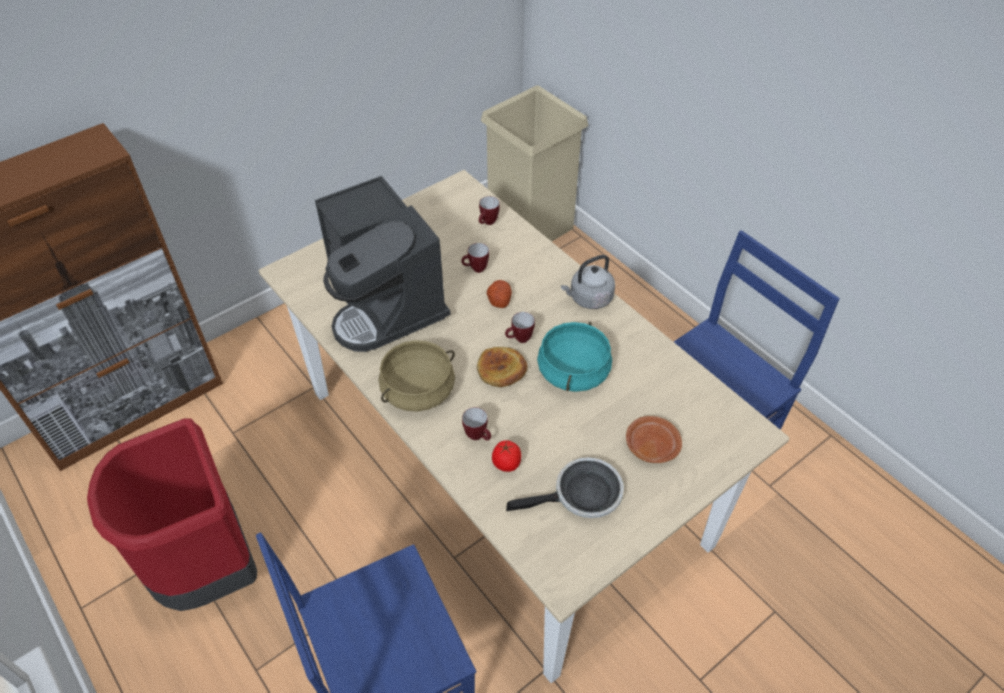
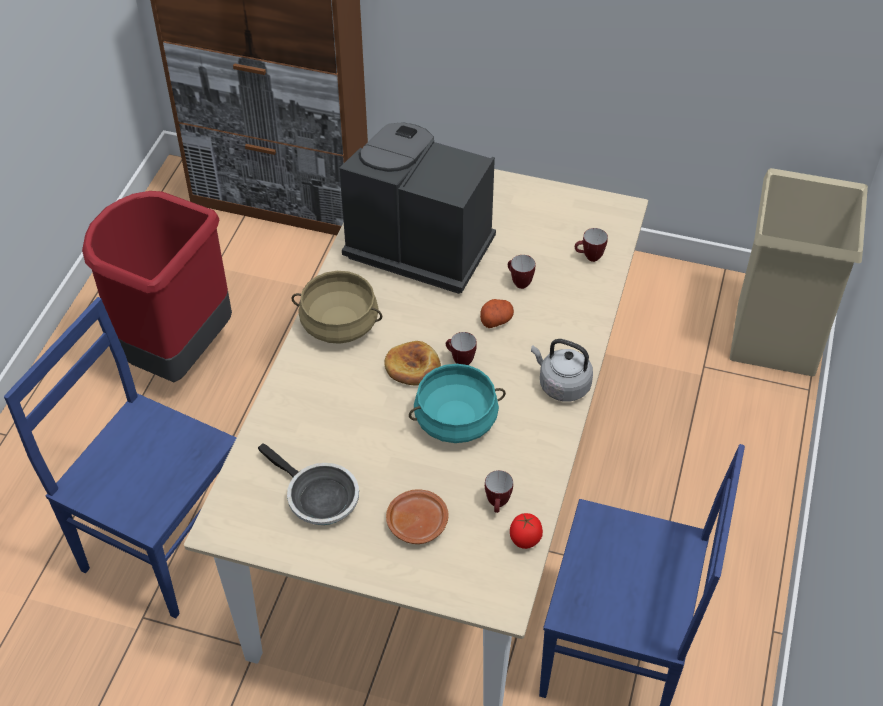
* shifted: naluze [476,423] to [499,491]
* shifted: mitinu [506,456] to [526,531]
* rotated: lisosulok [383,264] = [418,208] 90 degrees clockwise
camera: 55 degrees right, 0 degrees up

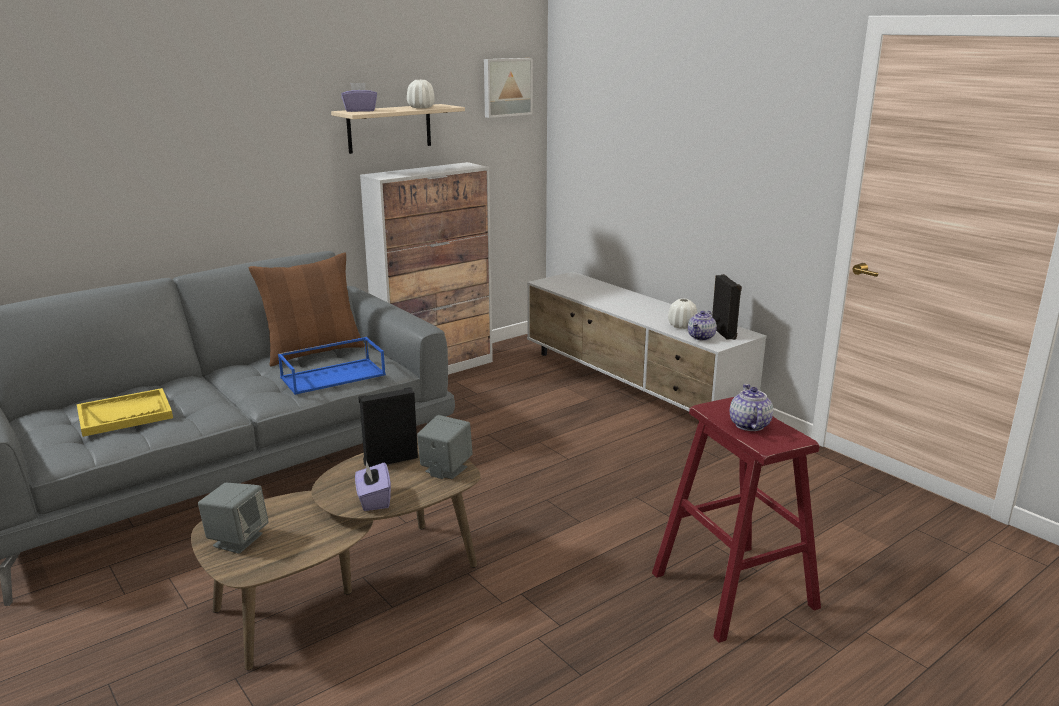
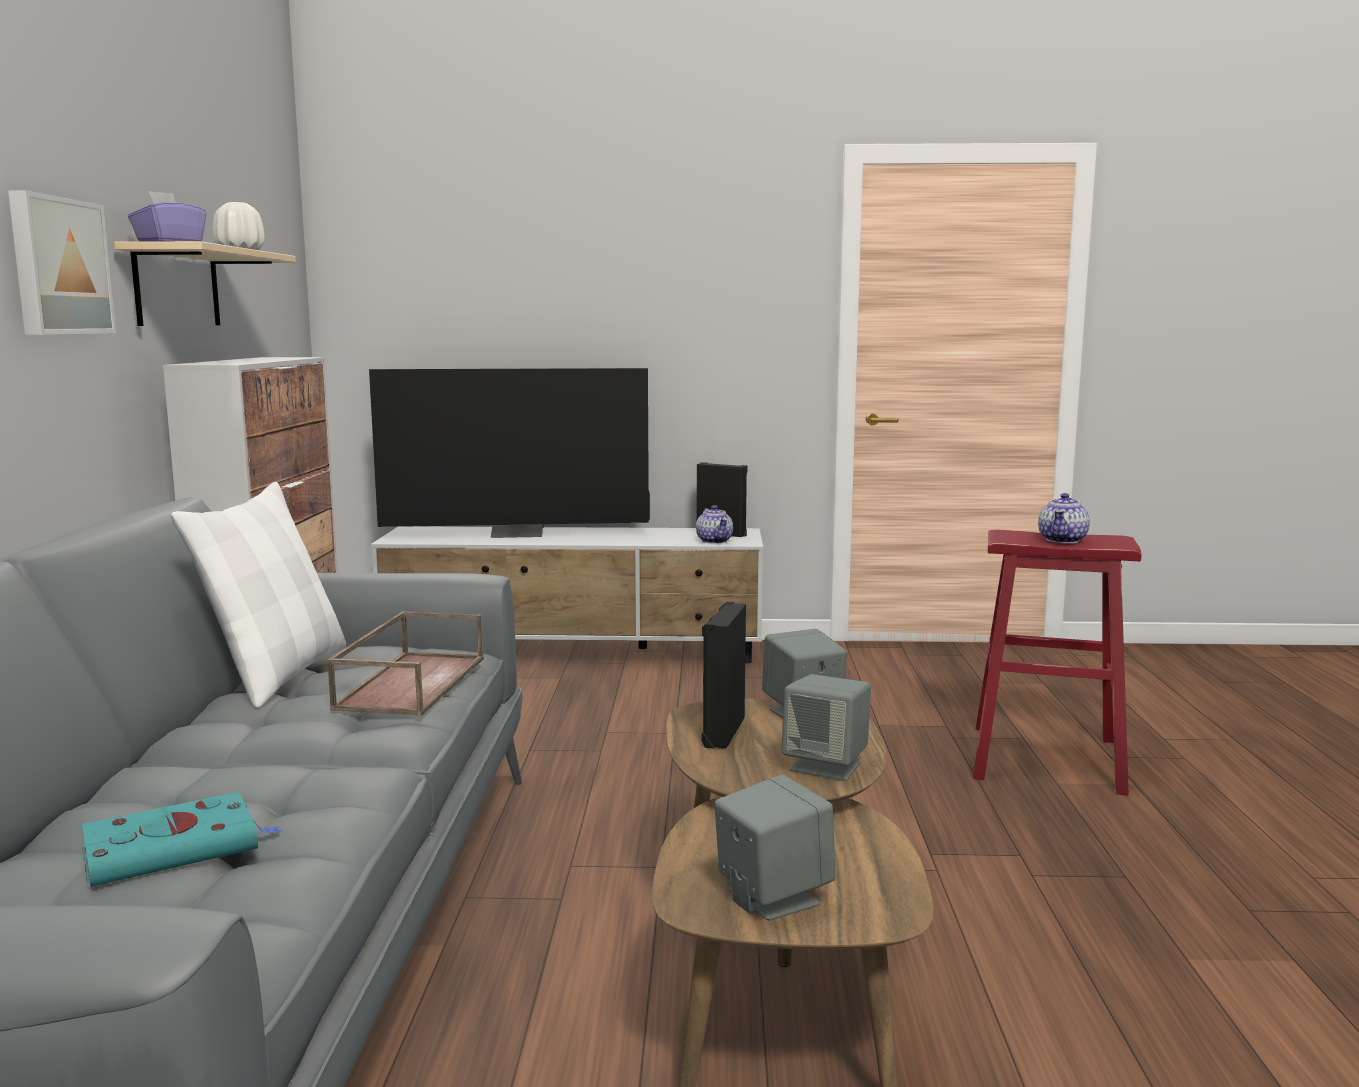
* gone: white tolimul [682,314]
* new: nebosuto [509,453]
* shifted: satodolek [508,88] to [62,263]
* swapped: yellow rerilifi [125,412] to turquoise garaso [182,839]
* swapped: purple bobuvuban [373,486] to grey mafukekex [826,727]
* repainted: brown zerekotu [306,309] to white zerekotu [258,595]
* repainted: blue rerilifi [332,366] to brown rerilifi [405,663]
* rotated: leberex [751,407] = [1064,518] 105 degrees counterclockwise
camera: 50 degrees left, 10 degrees down

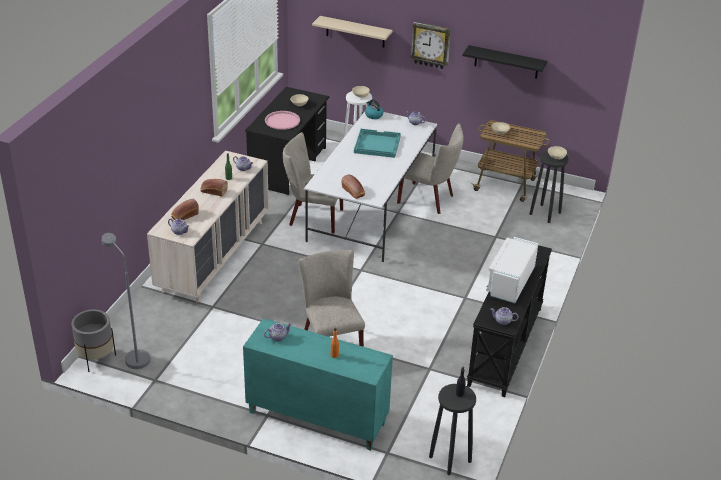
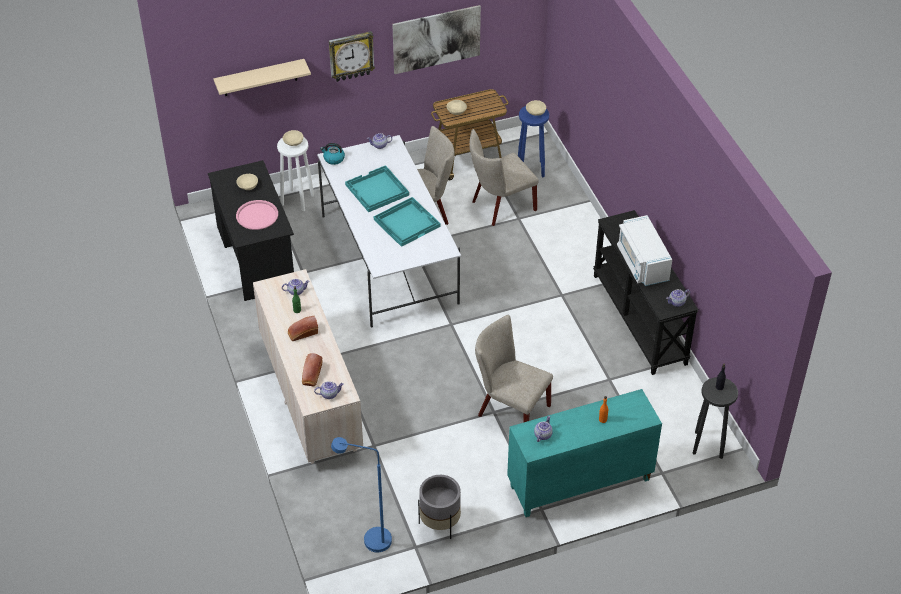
* gone: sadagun [353,186]
* new: turquoise rerilifi [407,222]
* shifted: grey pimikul [93,340] to [439,507]
* shifted: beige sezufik [313,182] to [504,177]
* swapped: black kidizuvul [505,62] to satodolek [436,39]
* repainted: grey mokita [126,301] to blue mokita [361,494]
* repainted: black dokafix [549,186] to blue dokafix [533,141]
camera: 40 degrees left, 10 degrees up

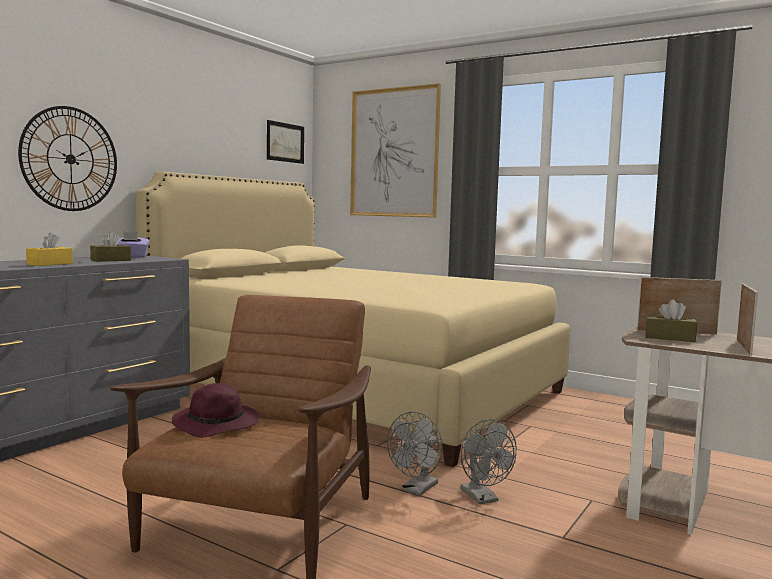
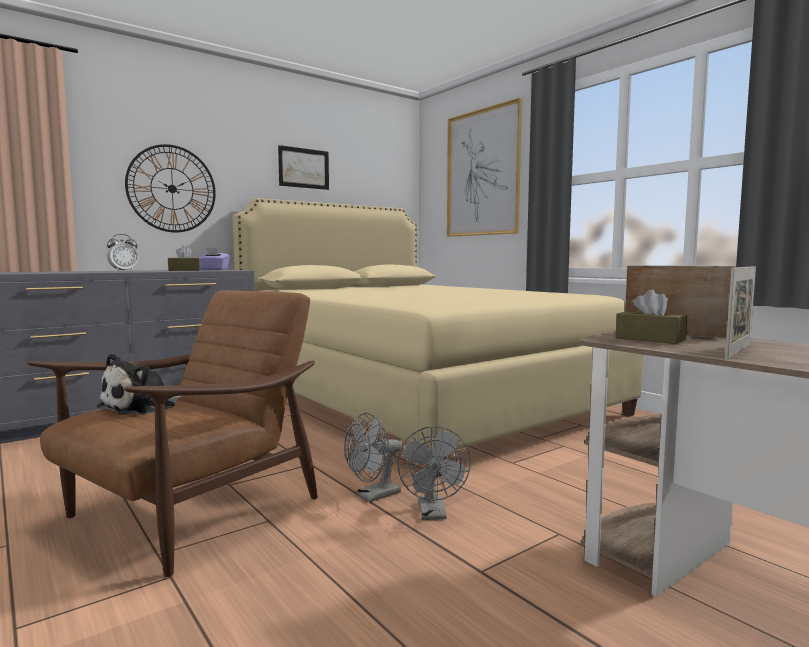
* shifted: satodolek [285,142] to [303,167]
* swapped: yellow bobuvuban [49,249] to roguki [123,253]
* swapped: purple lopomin [215,410] to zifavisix [139,384]
camera: 20 degrees right, 0 degrees up

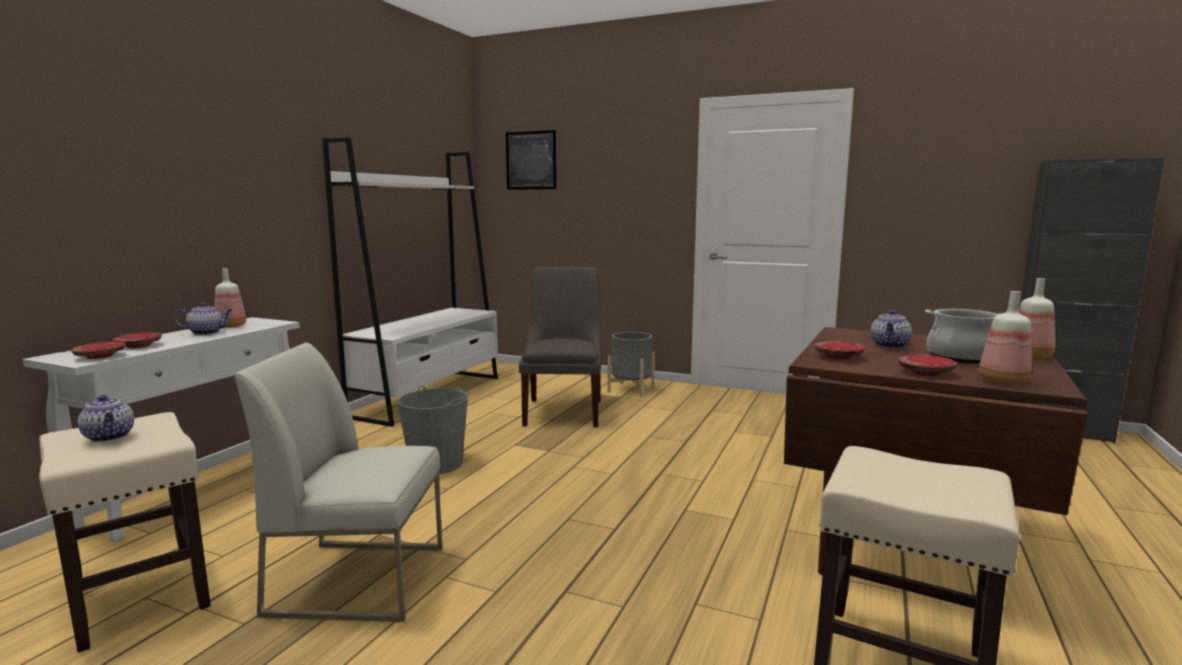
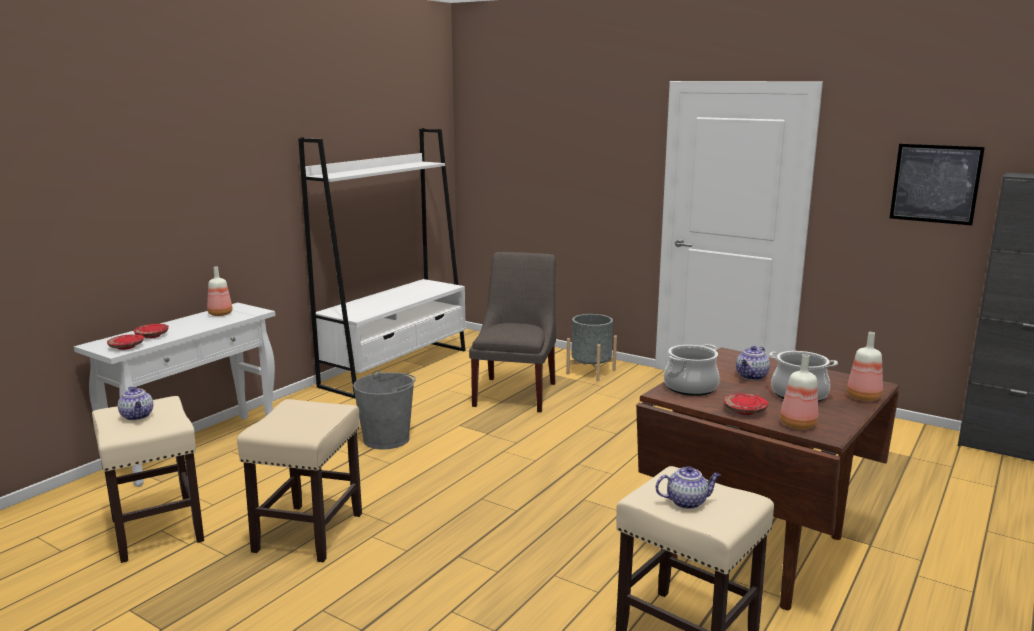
* shifted: leberex [203,319] to [688,487]
* shifted: satodolek [531,160] to [937,185]
* swapped: white sezufik [338,482] to beige dokafix [299,480]
* swapped: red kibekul [839,350] to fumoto [692,370]
camera: 10 degrees right, 5 degrees up

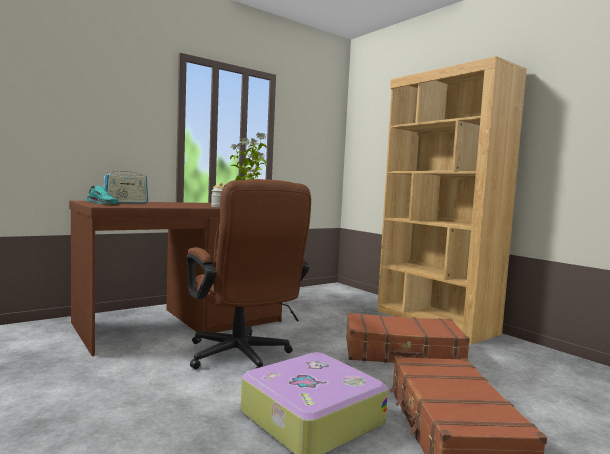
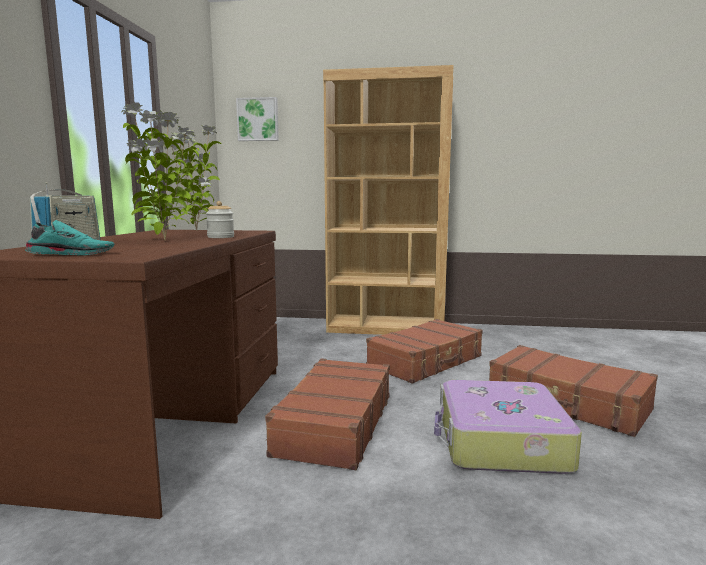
* new: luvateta [160,171]
* new: satodolek [257,119]
* swapped: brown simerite [249,274] to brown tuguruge [327,414]
camera: 45 degrees left, 5 degrees up

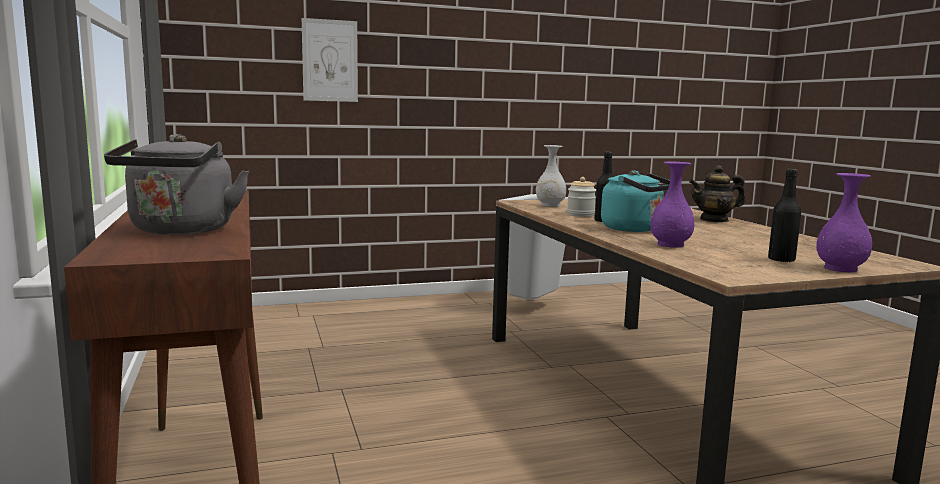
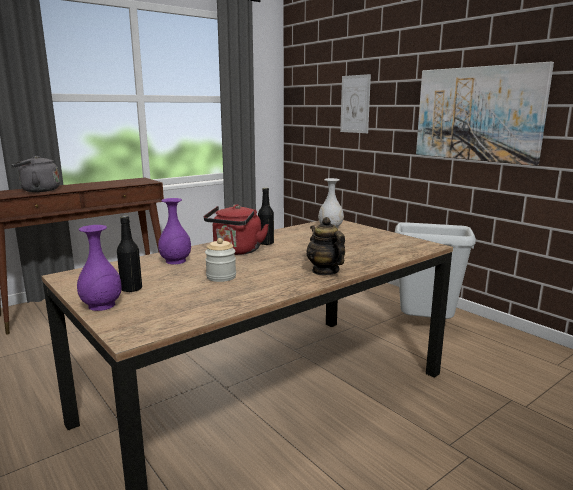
* new: satodolek [485,114]
* shifted: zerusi [581,197] to [220,260]
* repainted: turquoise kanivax [635,201] to red kanivax [236,230]
camera: 70 degrees right, 5 degrees up

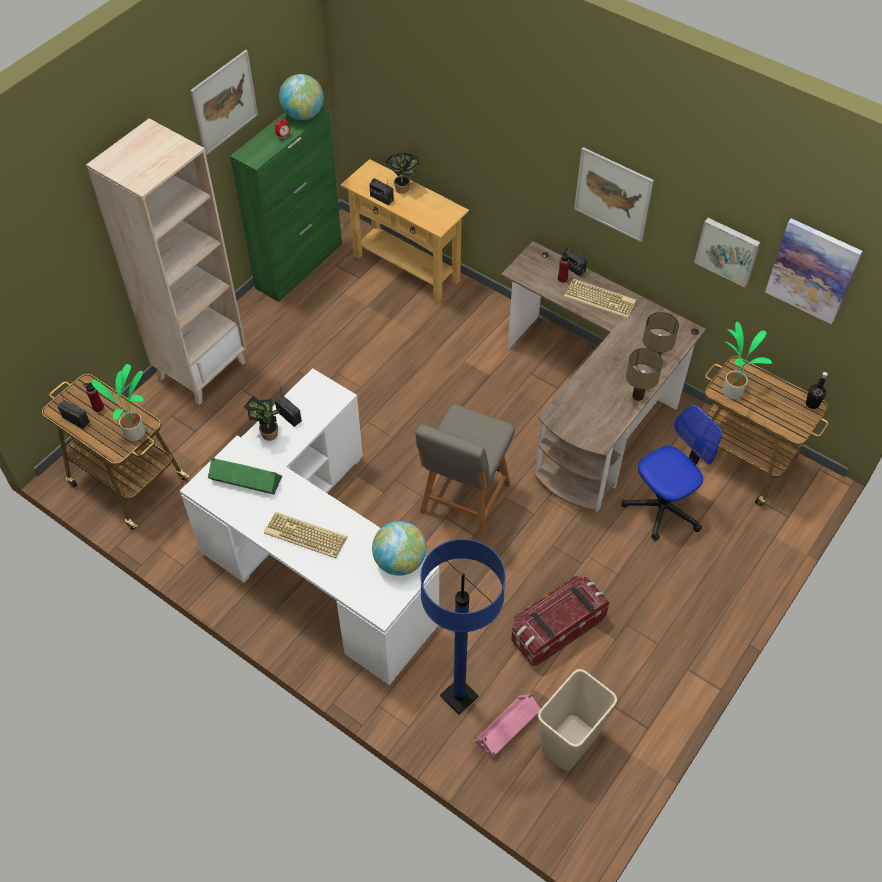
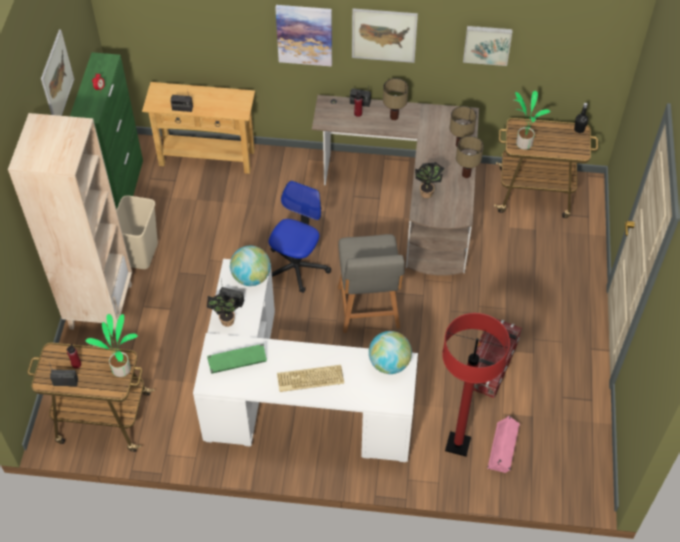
* shifted: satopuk [301,97] to [250,266]
* shifted: luvateta [402,173] to [430,180]
* shifted: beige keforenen [577,720] to [137,232]
* shifted: simerite [671,472] to [300,237]
* shifted: satodolek [814,271] to [303,36]
* swapped: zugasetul [600,298] to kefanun [395,99]
* repainted: blue mokita [463,626] to red mokita [476,385]
camera: 30 degrees left, 0 degrees up

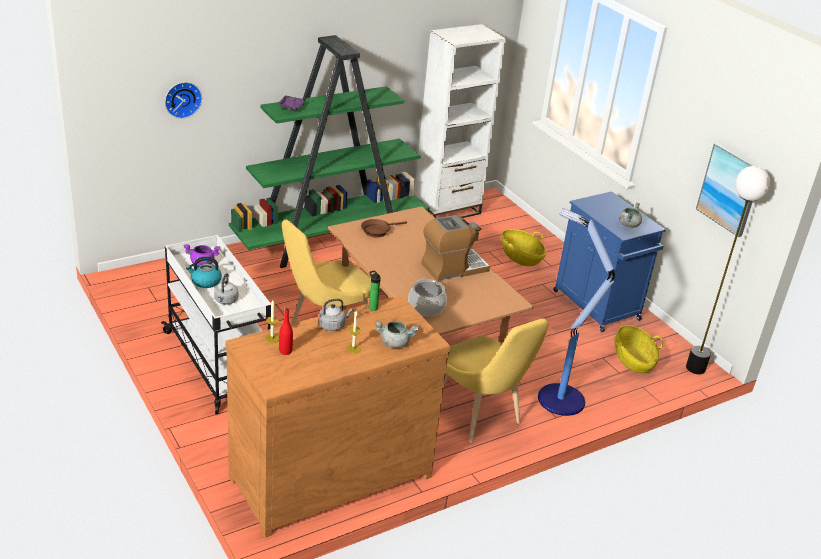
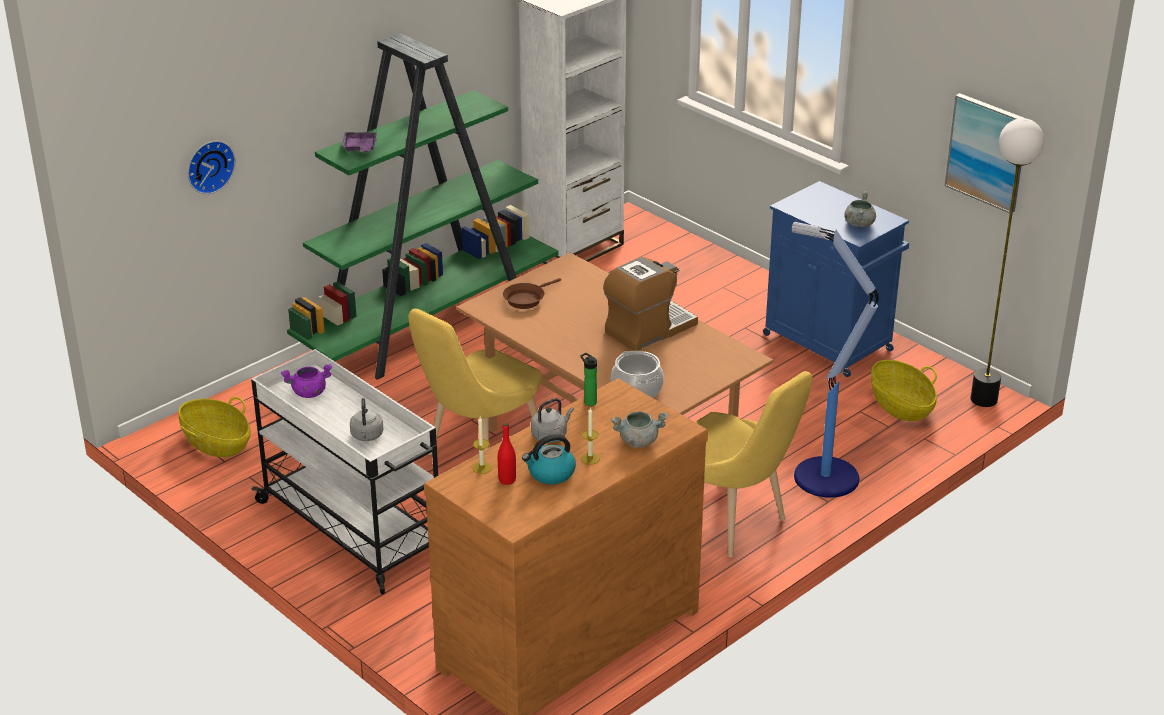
* shifted: kanivax [204,272] to [549,459]
* shifted: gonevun [523,247] to [215,427]
camera: 10 degrees left, 0 degrees up

